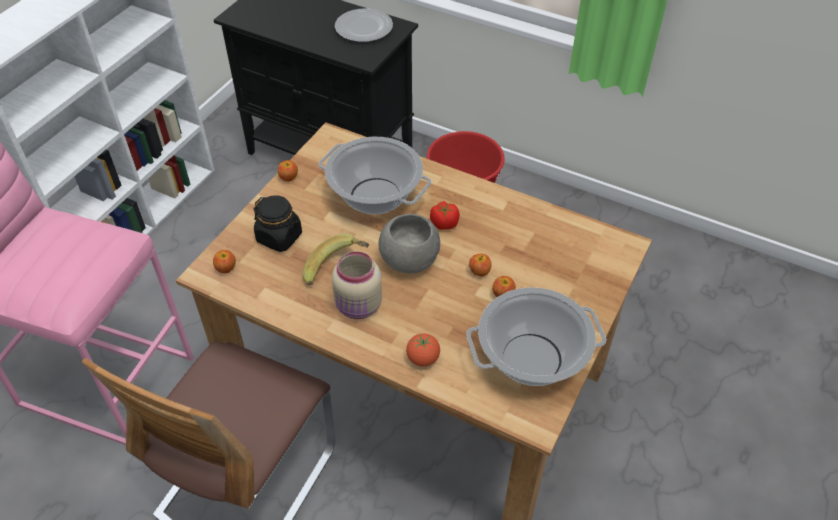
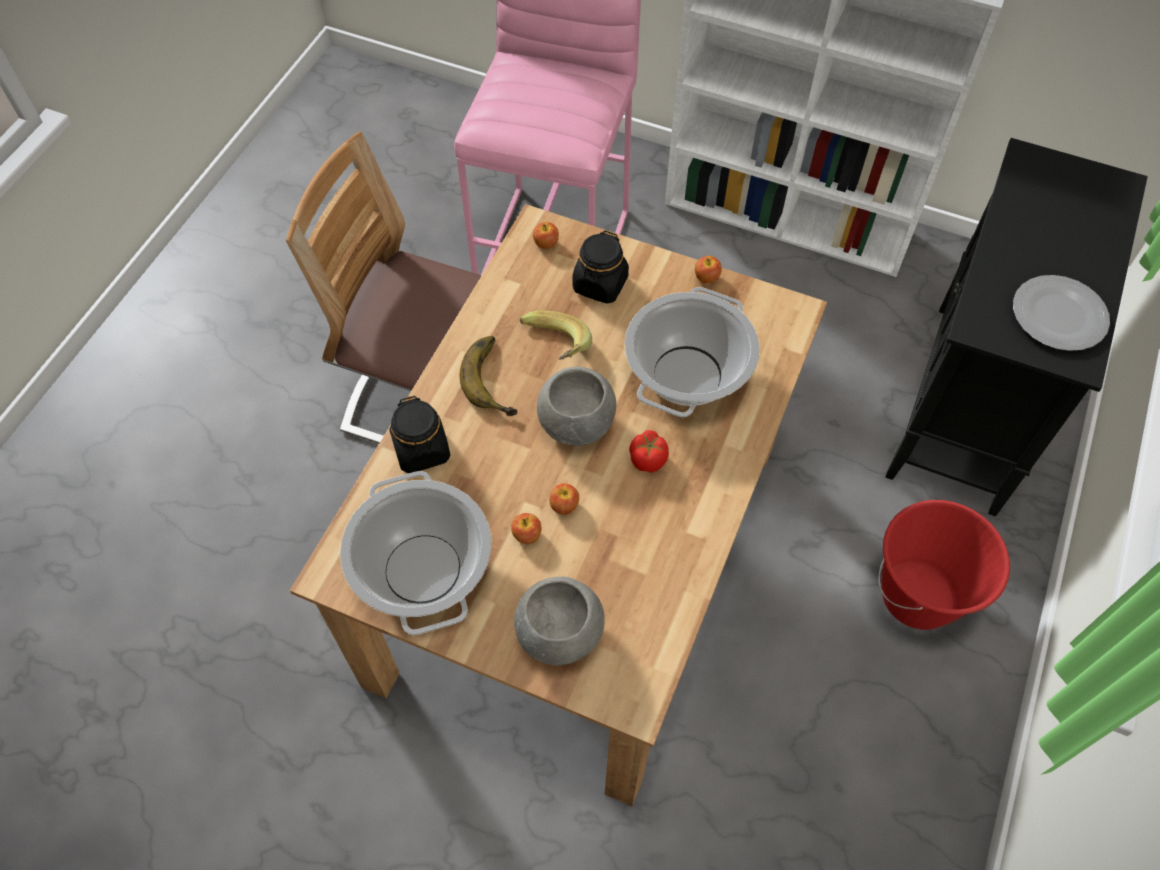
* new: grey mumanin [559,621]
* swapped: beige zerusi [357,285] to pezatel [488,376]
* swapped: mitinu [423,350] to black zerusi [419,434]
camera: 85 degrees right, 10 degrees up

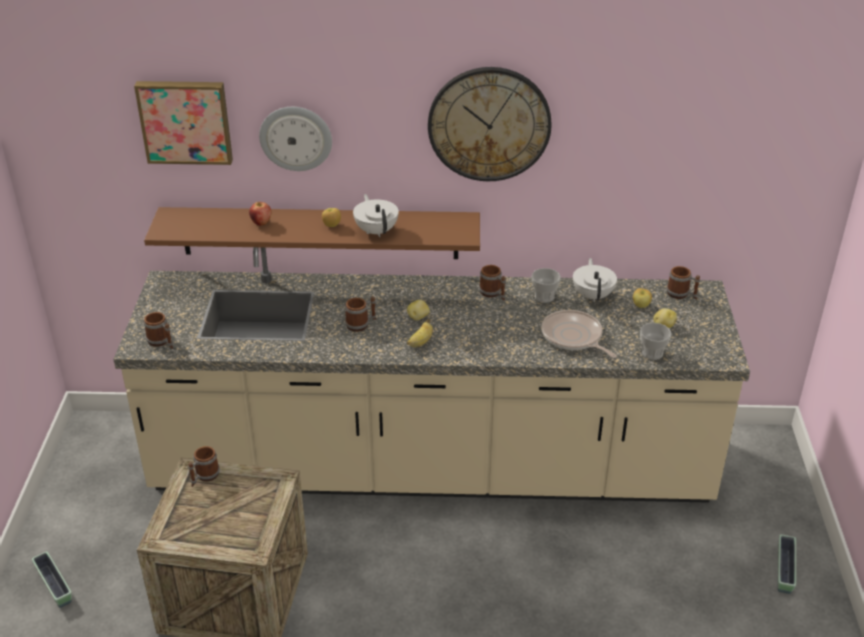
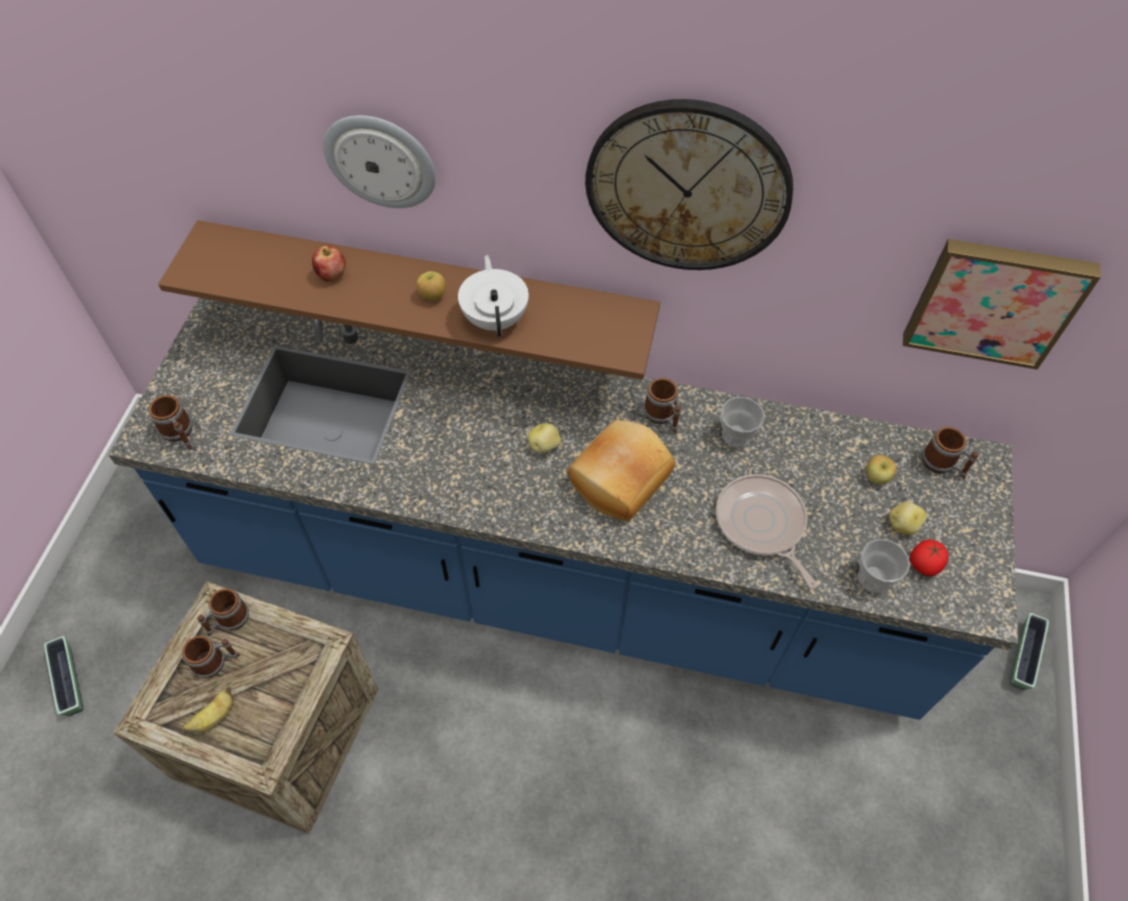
* gone: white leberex [595,280]
* new: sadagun [621,470]
* new: mitinu [929,558]
* shifted: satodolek [183,123] to [1002,304]
* shifted: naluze [360,314] to [211,657]
* shifted: pezatel [420,333] to [208,709]
* shifted: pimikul [787,564] to [1029,651]
* repainted: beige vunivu [431,375] to blue vunivu [563,509]
camera: 10 degrees right, 20 degrees up

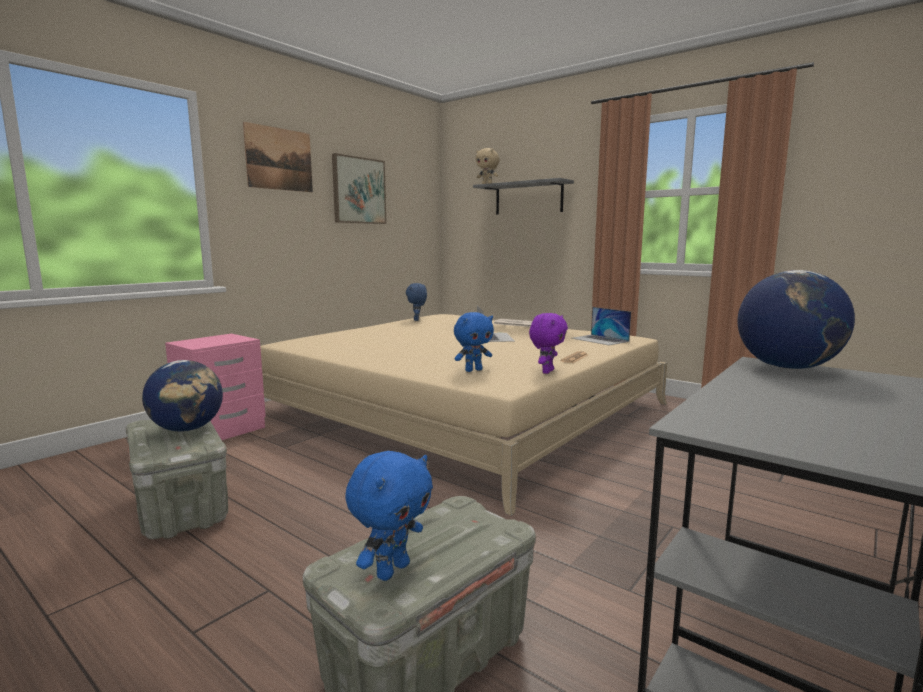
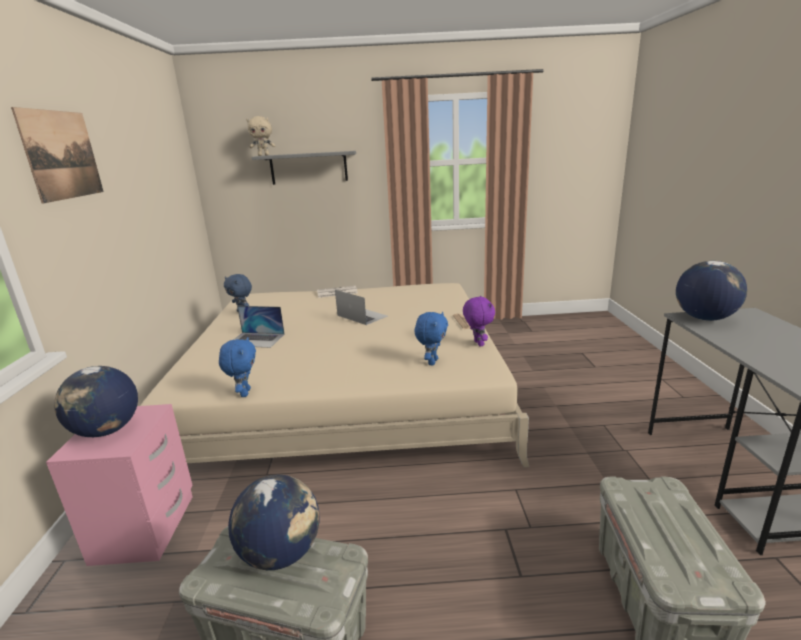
* gone: satodolek [359,188]
* new: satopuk [96,401]
* shifted: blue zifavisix [389,516] to [237,367]
* shifted: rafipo [601,326] to [259,327]
camera: 40 degrees left, 10 degrees up

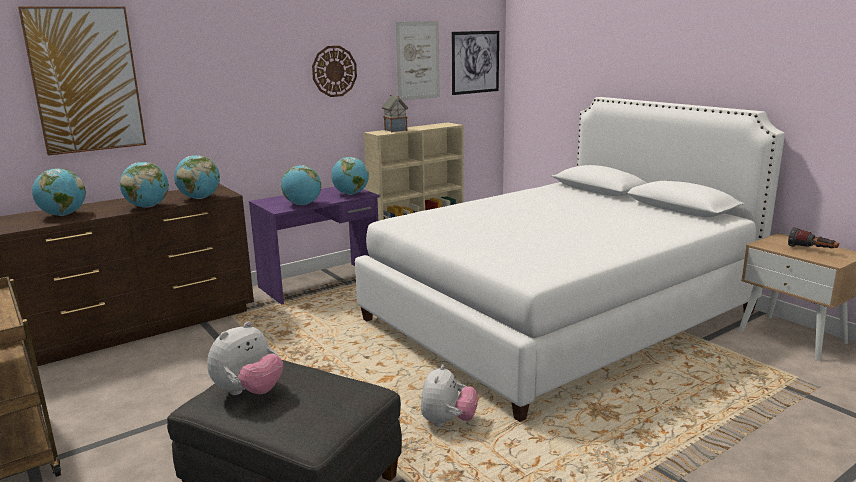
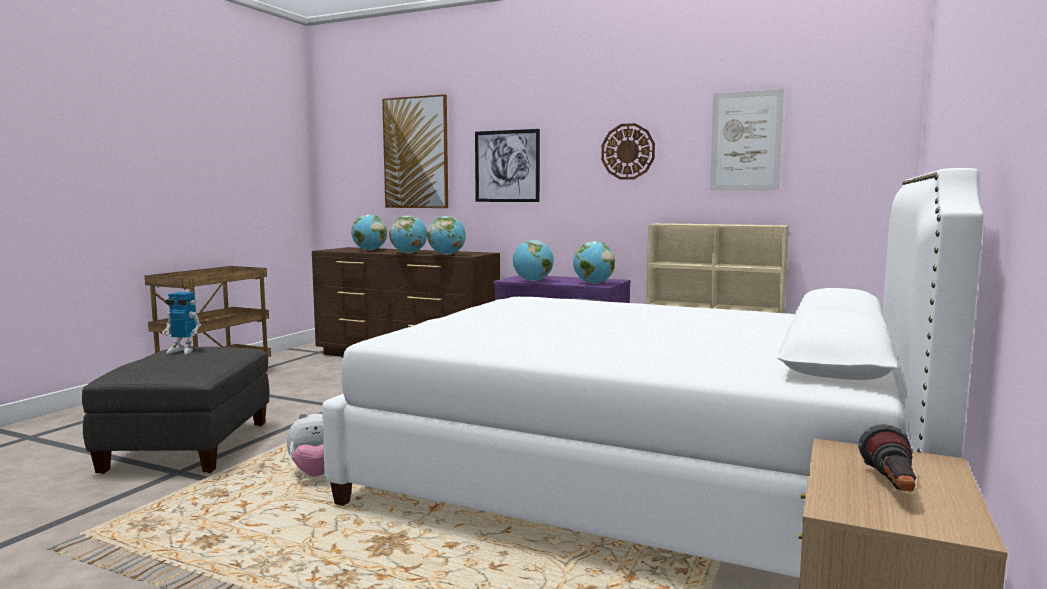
* gone: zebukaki [395,114]
* shifted: satodolek [475,63] to [507,165]
* swapped: zifavisix [245,358] to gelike [181,323]
camera: 60 degrees right, 10 degrees down

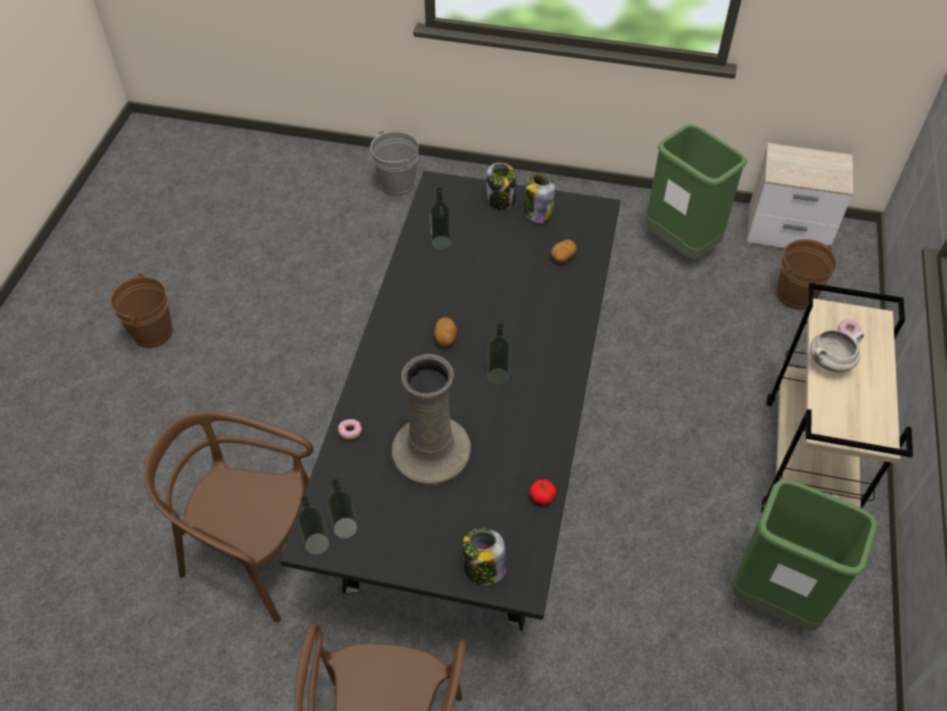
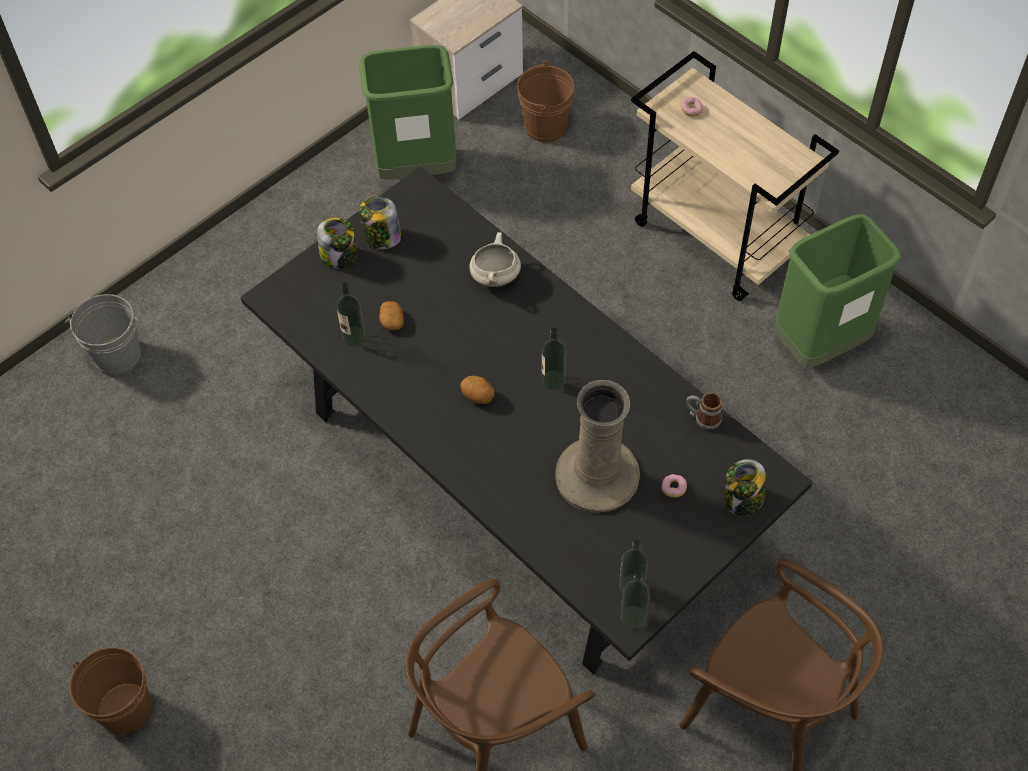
* shifted: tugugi [350,429] to [674,486]
* shifted: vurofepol [564,251] to [391,316]
* shifted: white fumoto [837,351] to [495,259]
* swapped: mitinu [543,492] to naluze [704,411]
camera: 55 degrees left, 5 degrees up

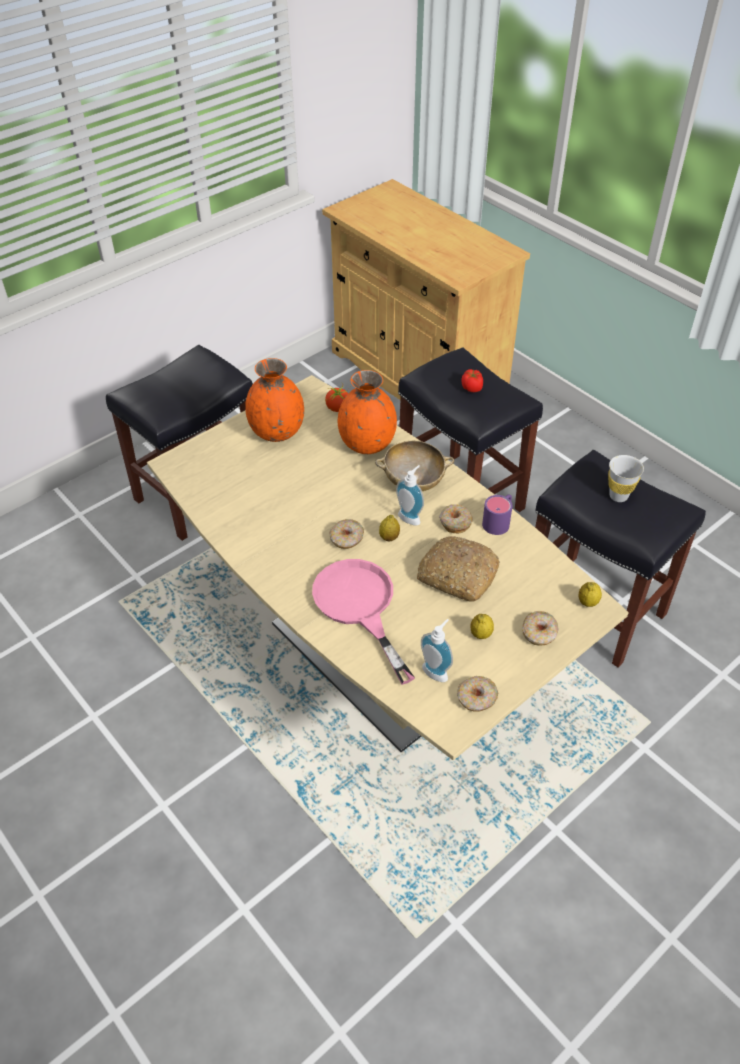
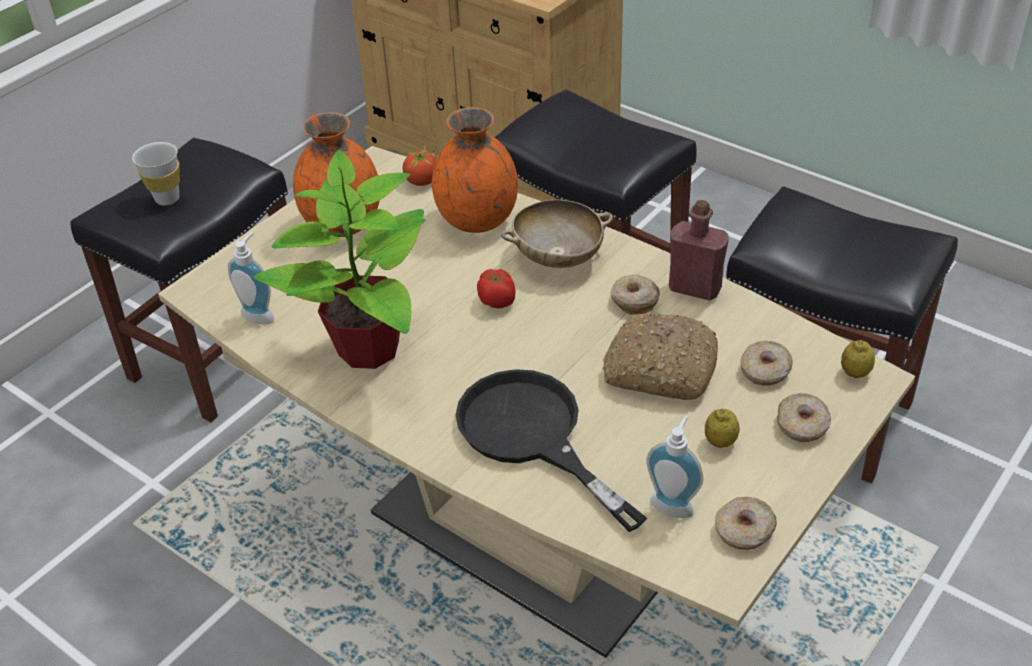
* gone: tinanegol [389,528]
* new: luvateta [339,259]
* shifted: tugugi [346,534] to [766,363]
* shifted: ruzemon [410,495] to [251,278]
* shifted: mitinu [472,380] to [496,288]
* shifted: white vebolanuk [626,478] to [156,173]
* swapped: purple naluze [497,515] to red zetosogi [699,250]
* repainted: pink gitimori [363,622] to black gitimori [551,450]
camera: 10 degrees left, 5 degrees down

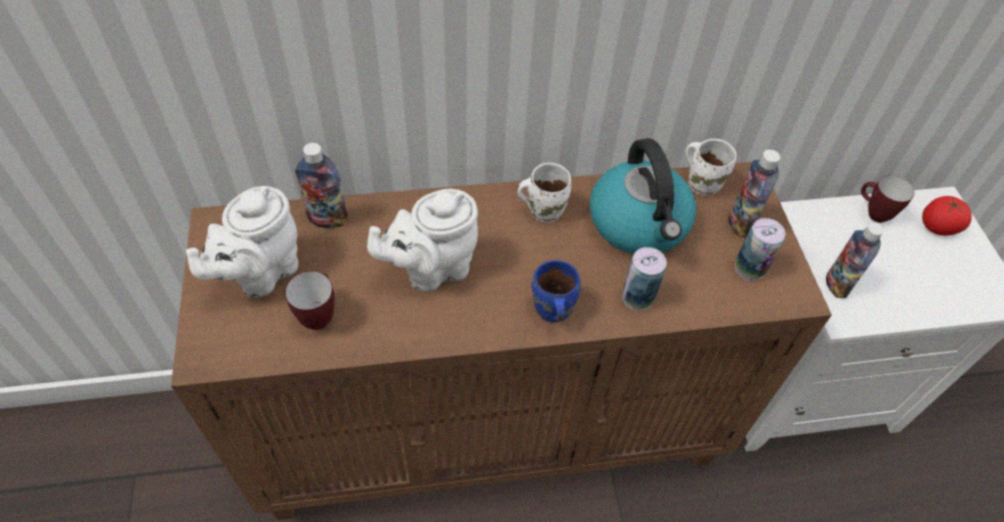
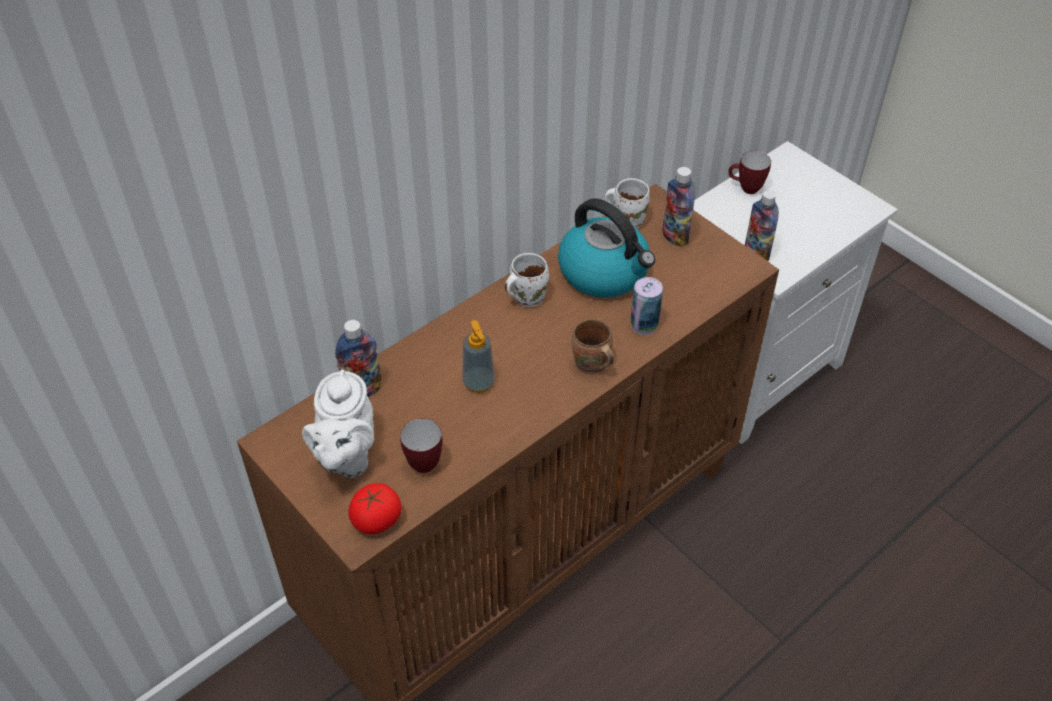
* gone: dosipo [760,249]
* shifted: mitinu [947,216] to [375,508]
* swapped: white leberex [422,240] to ruzemon [478,356]
* repainted: blue naluze [556,291] to brown naluze [592,346]
camera: 30 degrees left, 5 degrees down

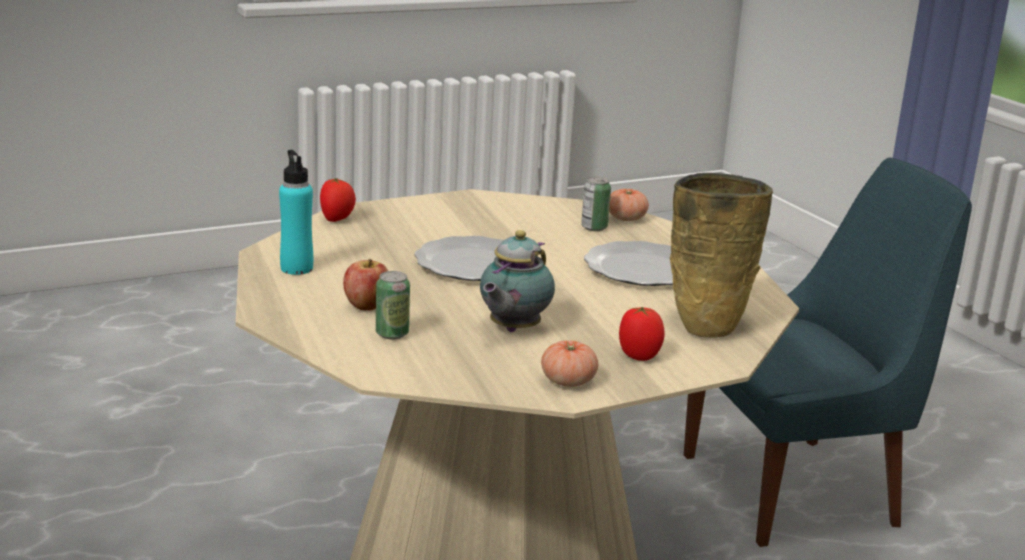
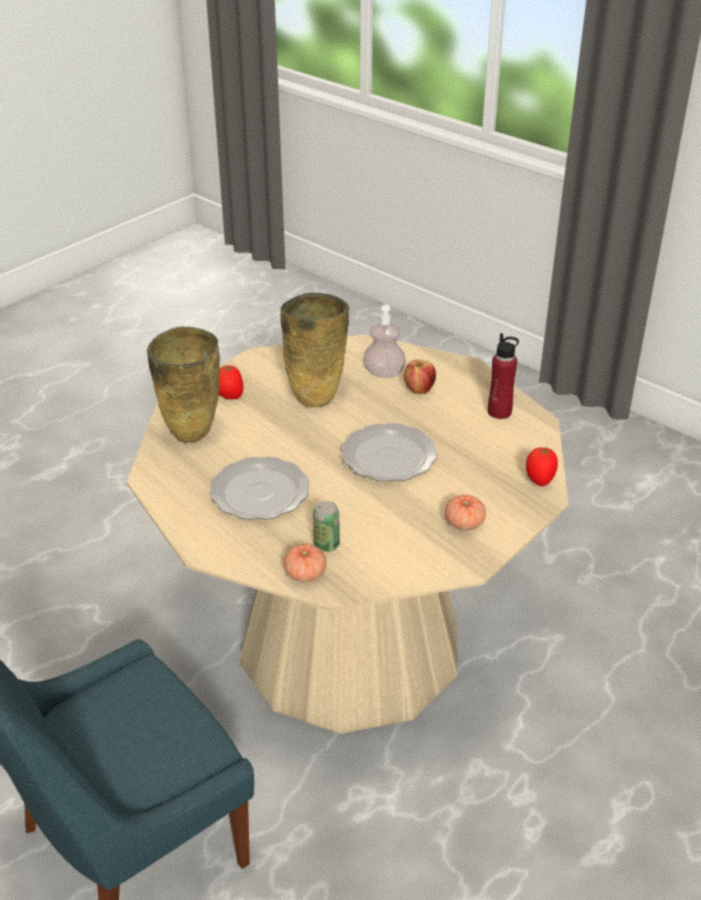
* shifted: mitinu [569,364] to [465,513]
* swapped: dosipo [393,305] to ruzemon [384,341]
* swapped: leberex [517,281] to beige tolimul [314,350]
* repainted: turquoise zetosogi [296,212] to red zetosogi [503,376]
camera: 160 degrees right, 15 degrees up

